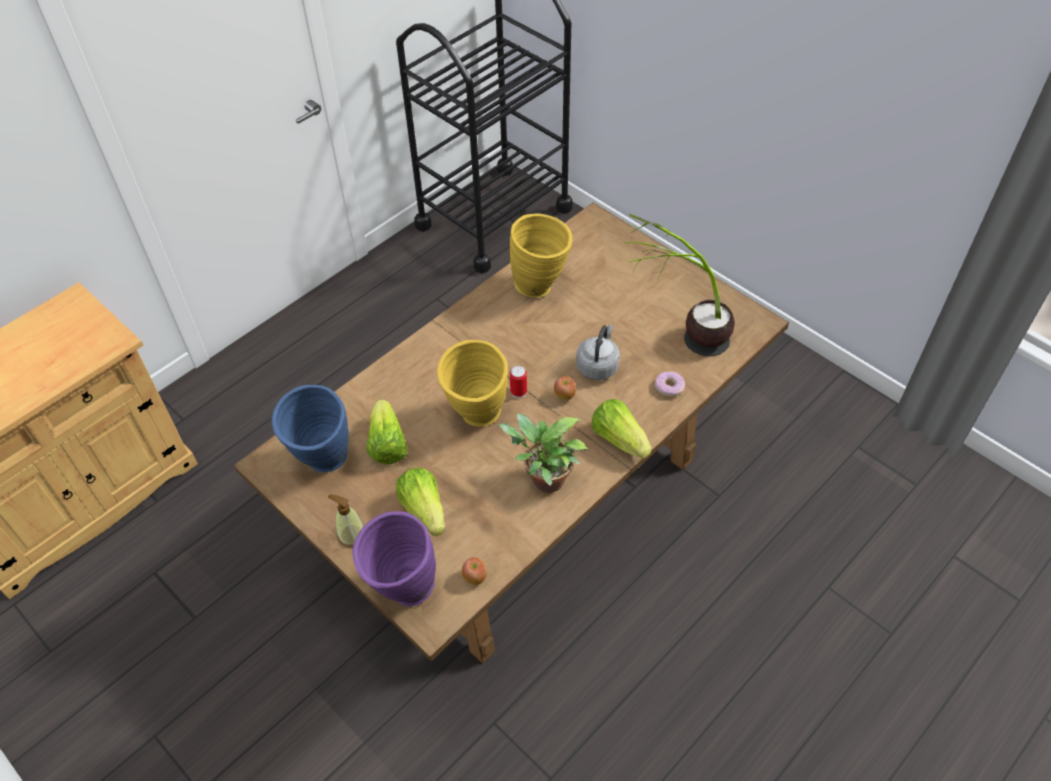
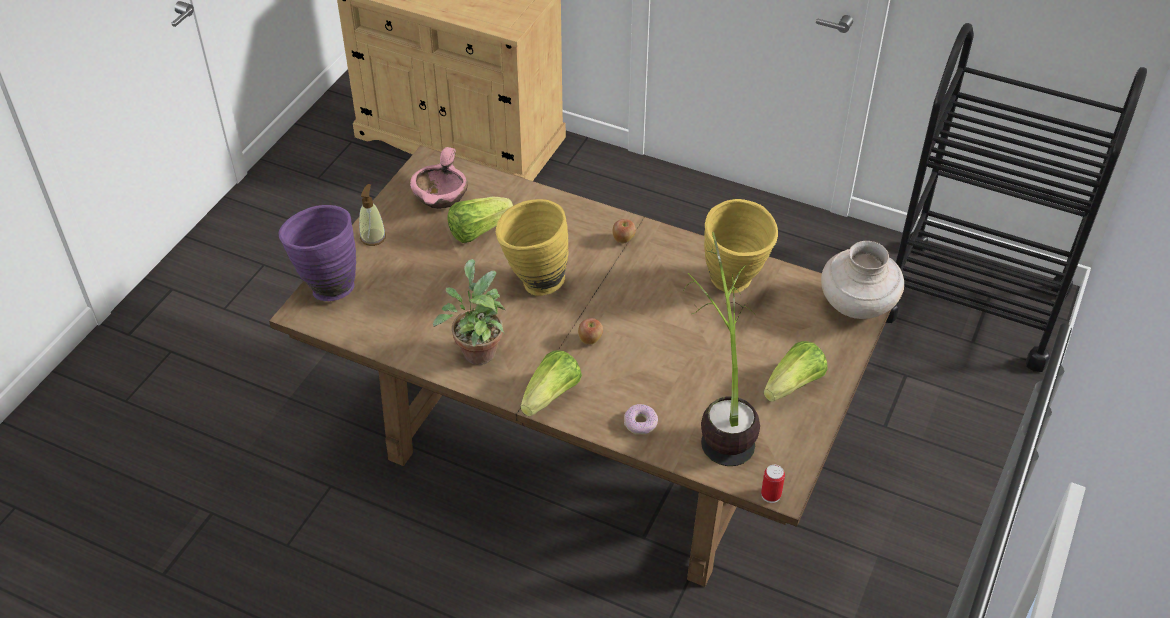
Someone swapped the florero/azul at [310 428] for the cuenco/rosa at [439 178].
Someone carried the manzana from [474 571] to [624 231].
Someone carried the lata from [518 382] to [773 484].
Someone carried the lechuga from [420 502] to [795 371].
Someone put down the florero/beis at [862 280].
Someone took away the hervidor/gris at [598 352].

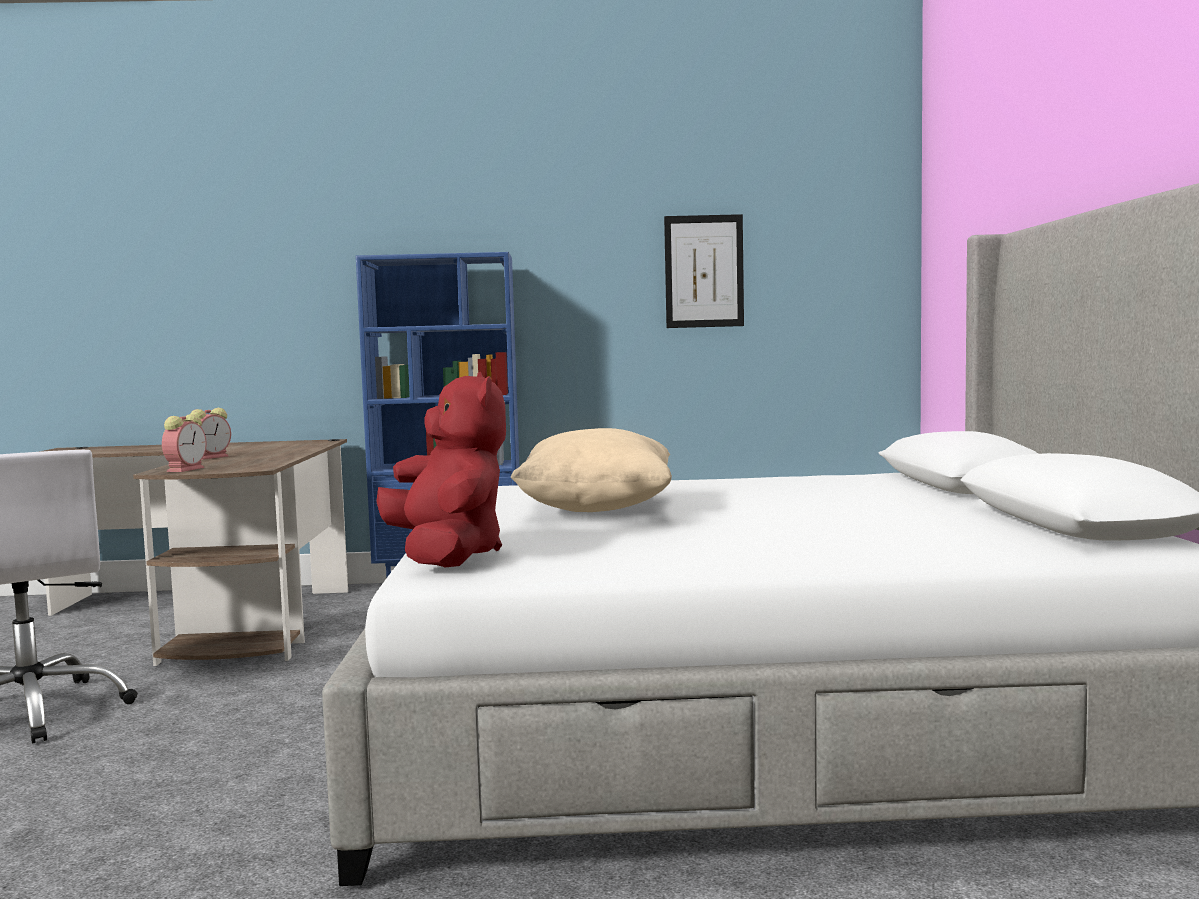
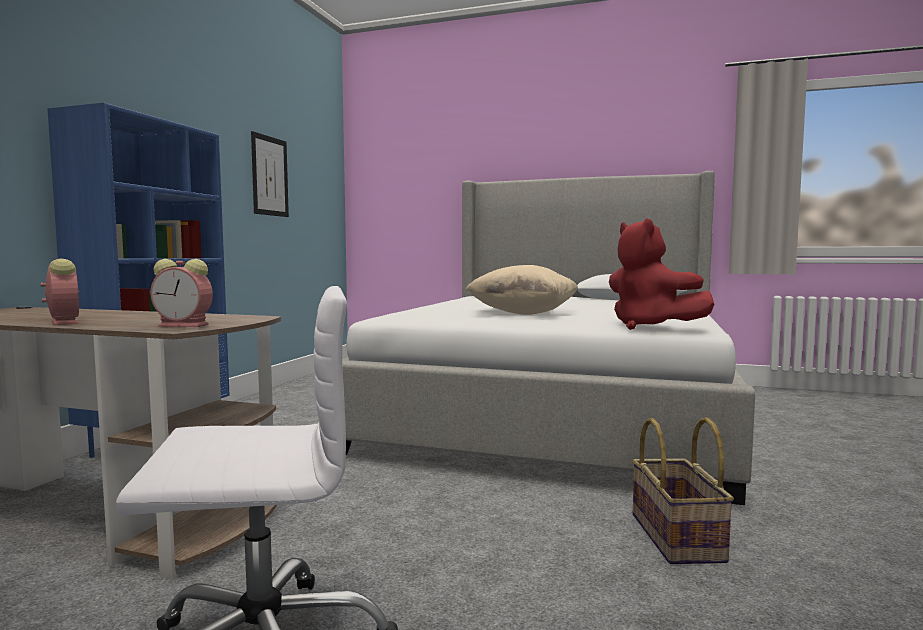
Someone rotated the despertador at [184 443] by 150 degrees clockwise.
Someone rotated the peluche/rojo at [441 469] by 120 degrees counterclockwise.
Someone put down the cesta at [683 490].

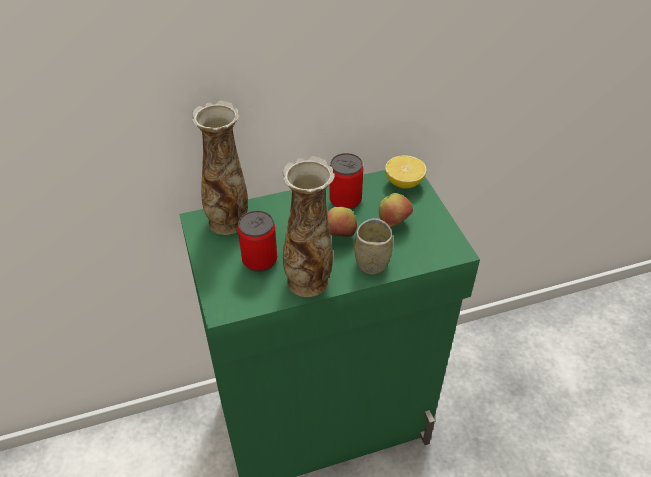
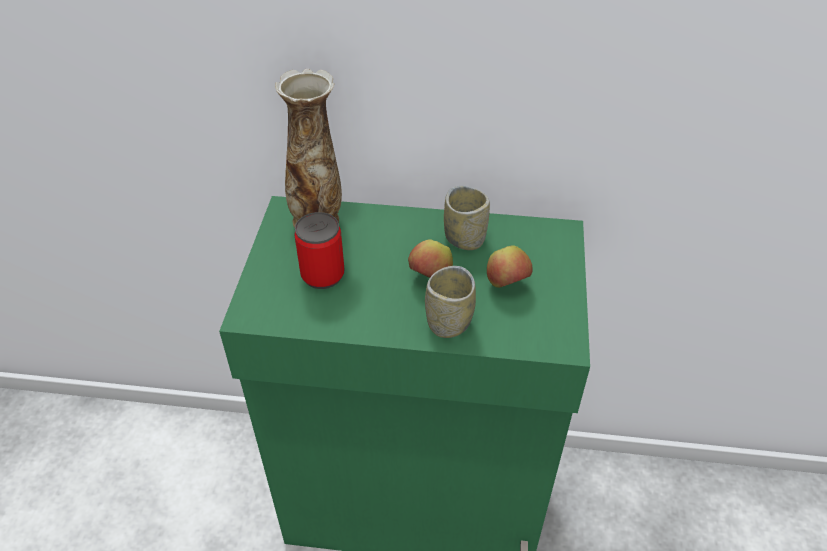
Someone swapped the lata at [346 181] for the taza at [467 218].
Someone took away the florero at [309 226].
Someone took away the limón at [405 172].

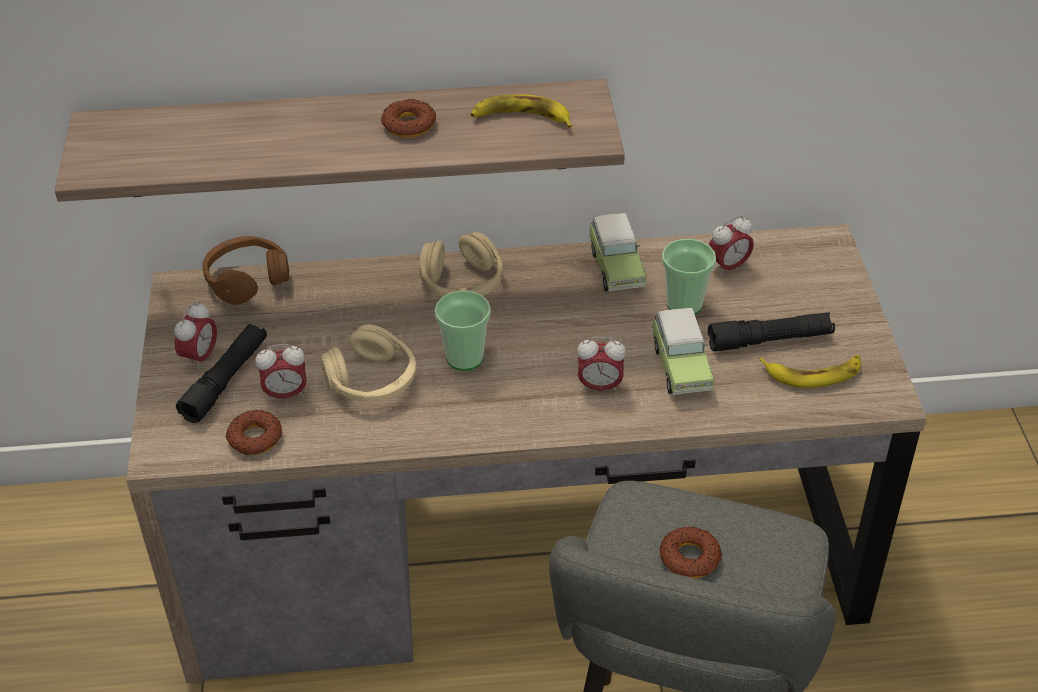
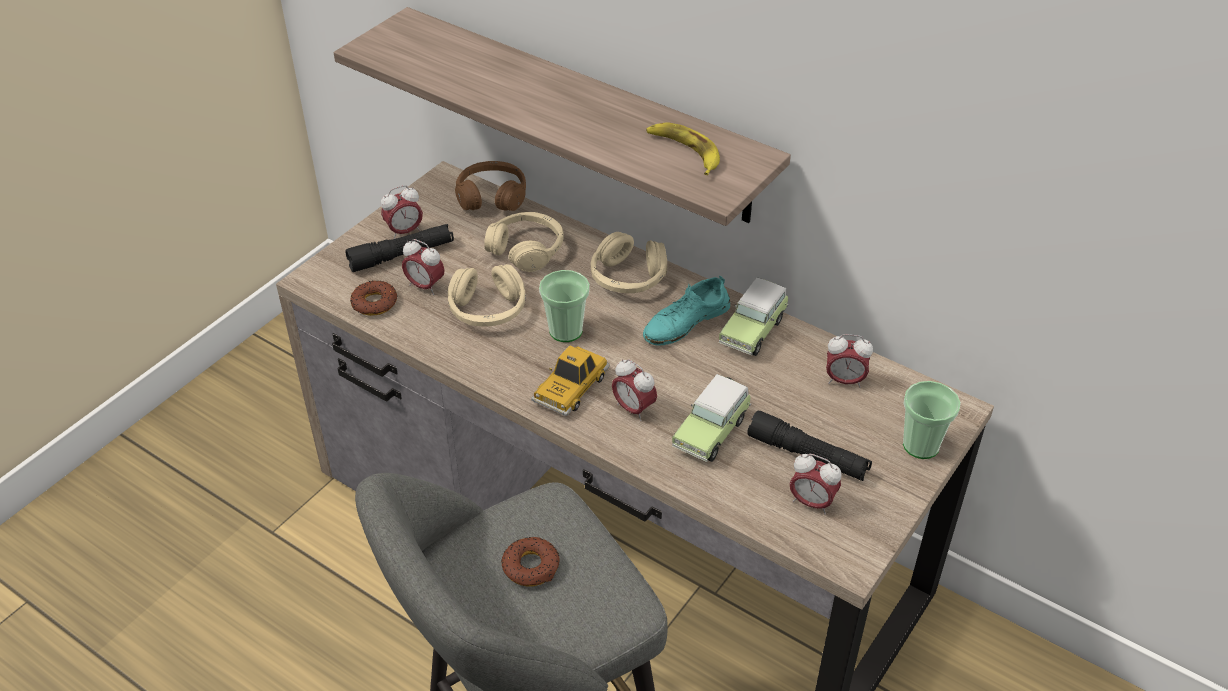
Someone put down the auriculares/beis at [524 242].
Someone put down the coche de juguete at [570 380].
Someone put down the zapato/turquesa at [686 311].
Someone swapped the plátano at [810 371] for the despertador at [815 484].
Someone carried the taza from [689 276] to [932 420].
Someone took away the rosquilla at [408 118].

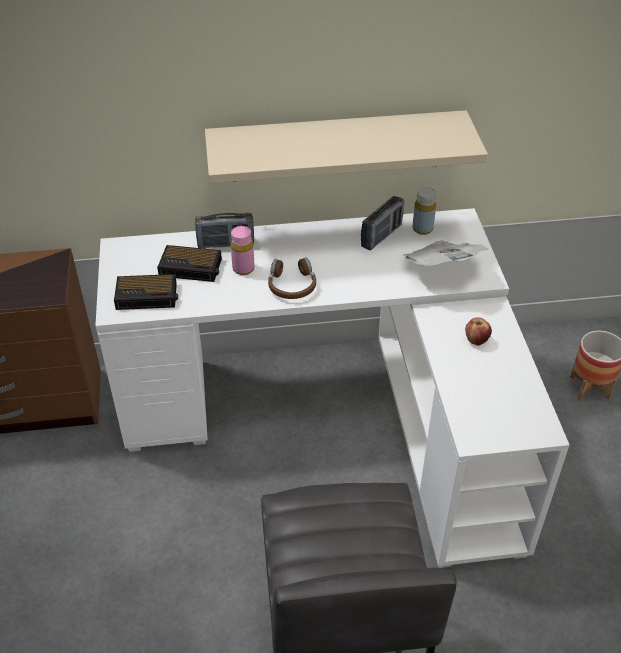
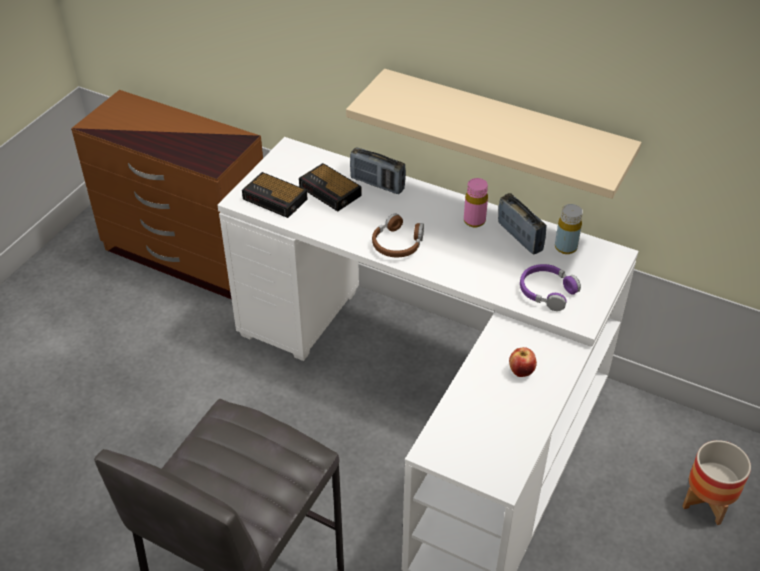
Someone carried the botella/rosa from [243 250] to [476 202].
Someone rotated the radio at [382 223] by 105 degrees counterclockwise.
Someone swapped the periódico at [446 253] for the auriculares/morado at [550 287].

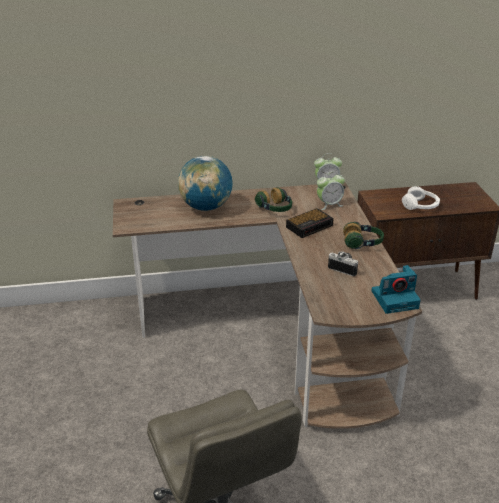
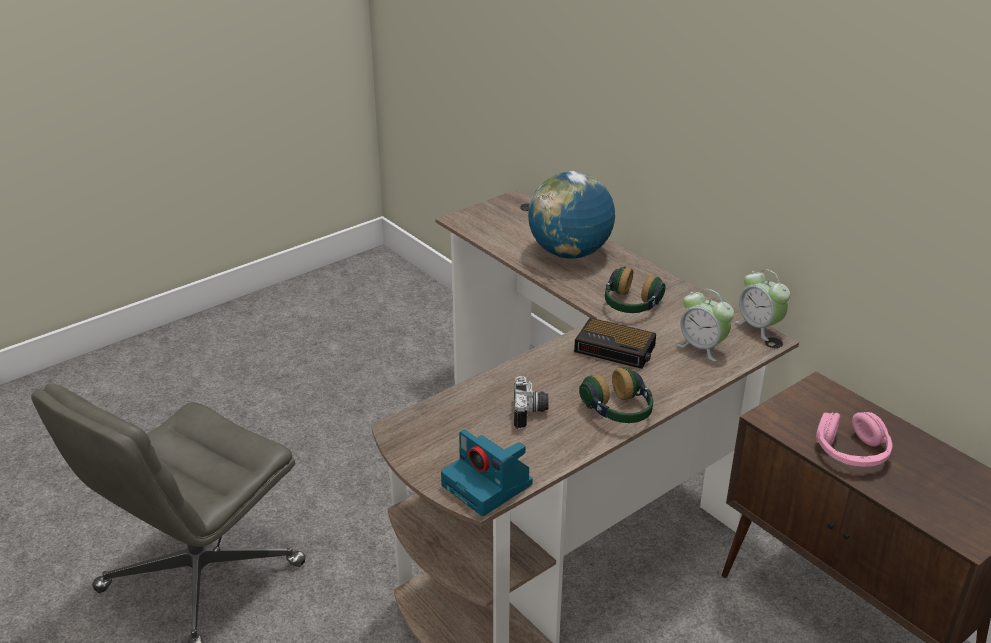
Someone repainted the auriculares/blanco at [421 198], which became the auriculares/rosa at [854 439].

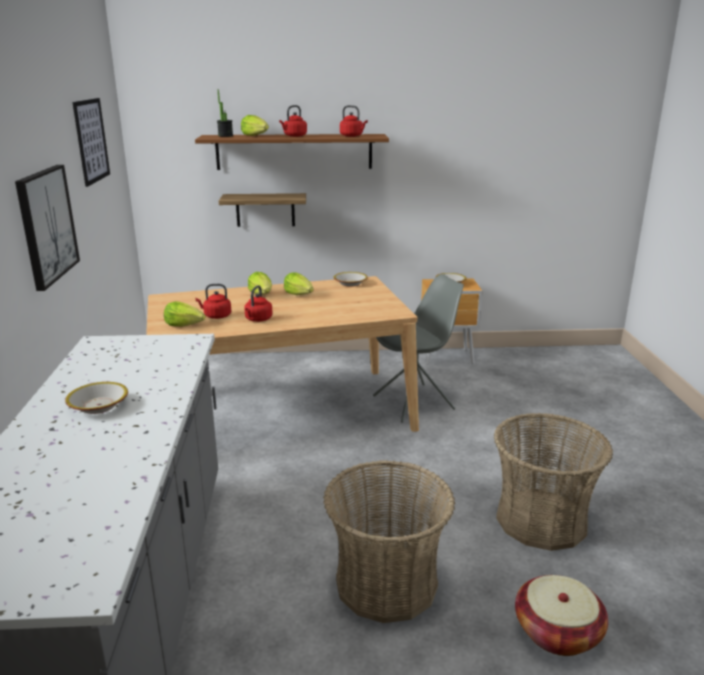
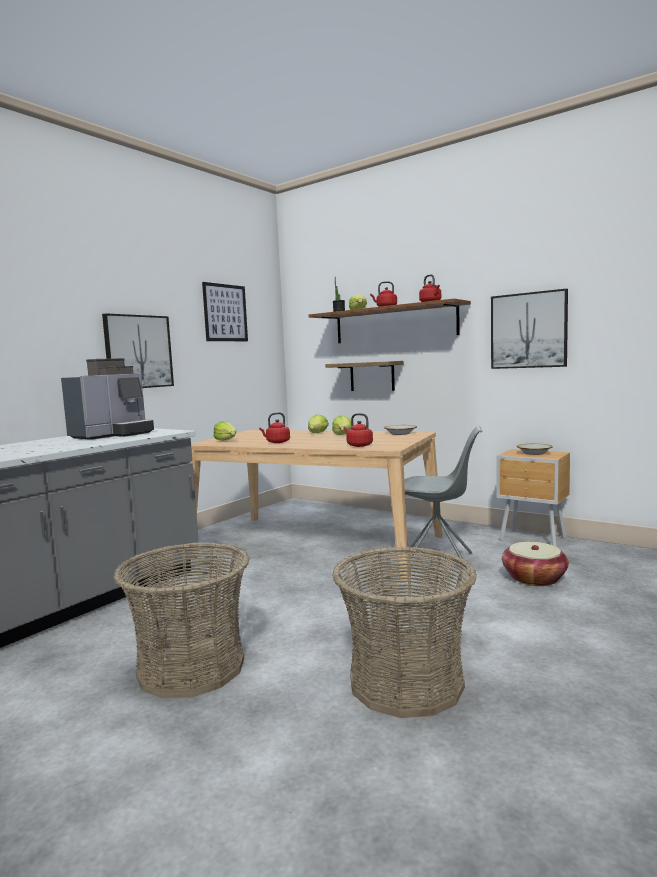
Someone put down the cafetera at [107 399].
Someone carried the hervidor/rojo from [213 301] to [358 430].
Someone put up the cuadro at [529 329].
Someone carried the cesta from [561 615] to [535 564].
Someone took away the cuenco at [96 398].

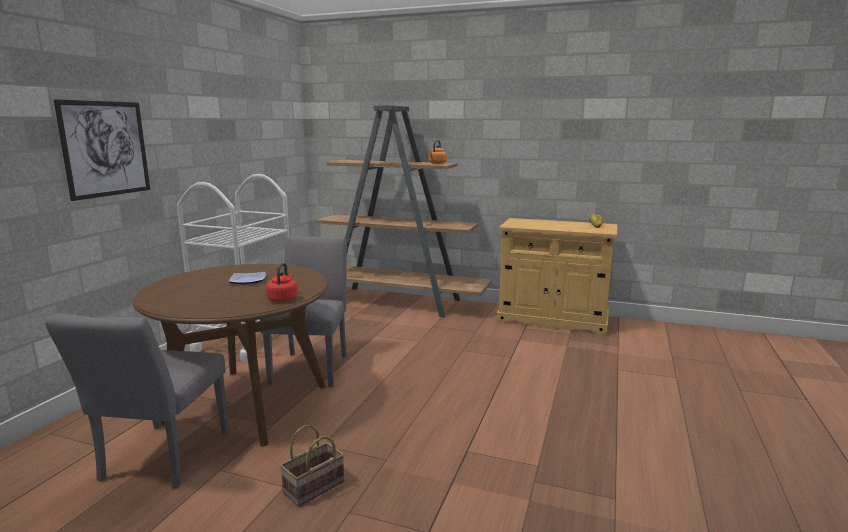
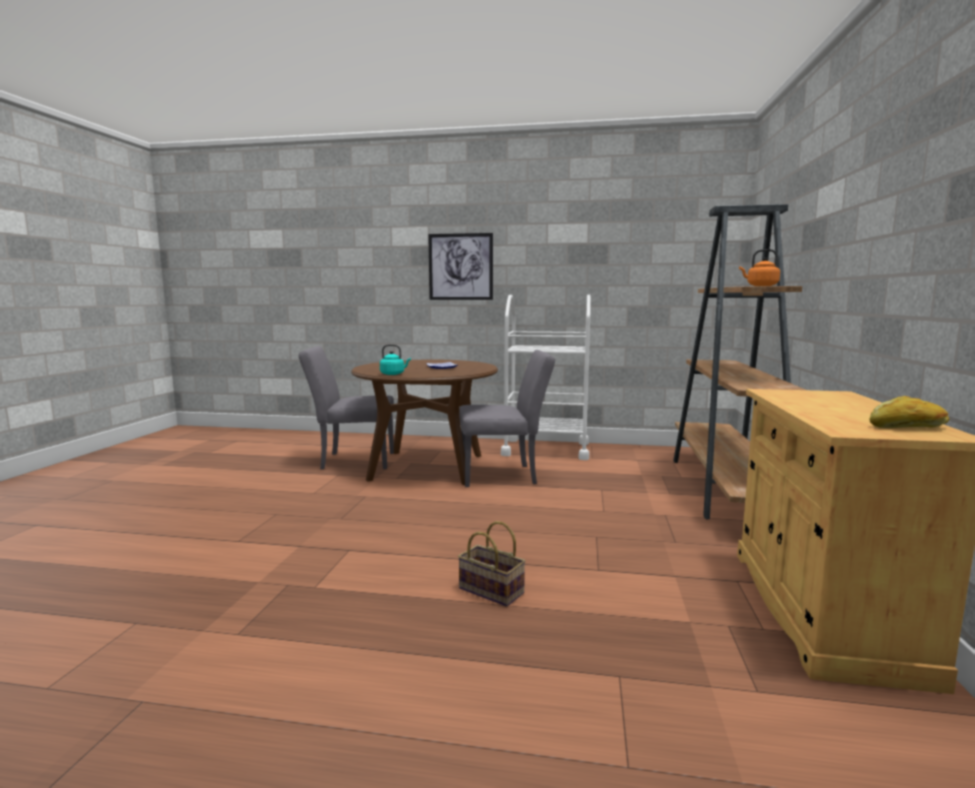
Someone repainted the hervidor/rojo at [282 282], which became the hervidor/turquesa at [395 359].
Someone carried the cesta from [312 466] to [492 564].

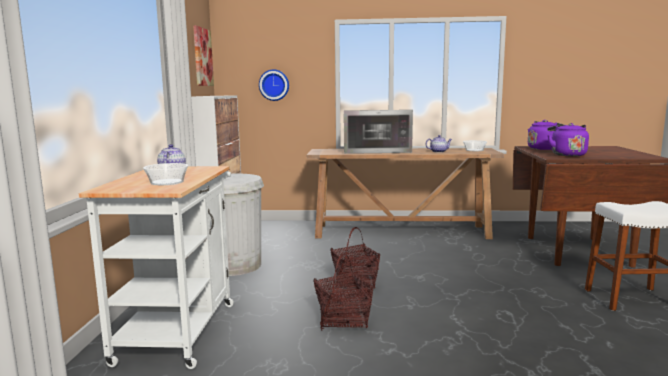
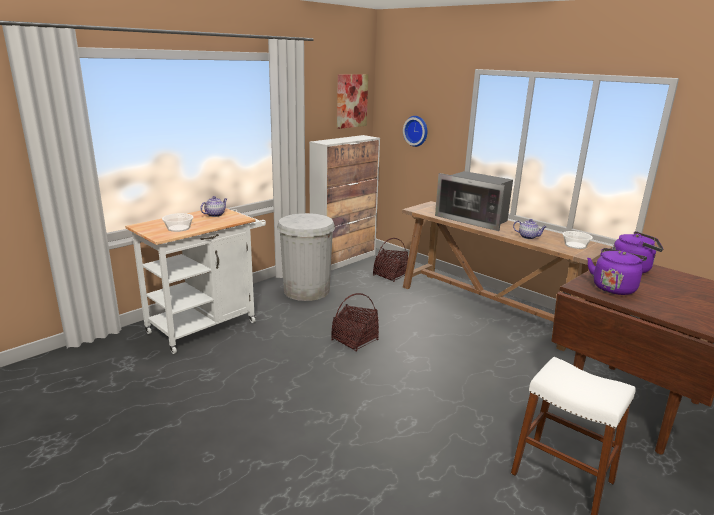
Someone carried the cesta from [343 292] to [390 260].

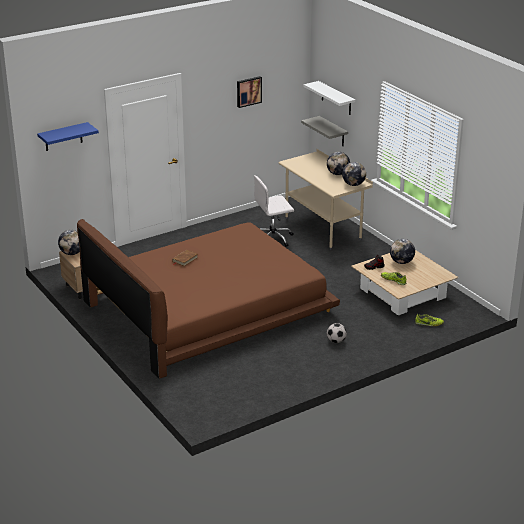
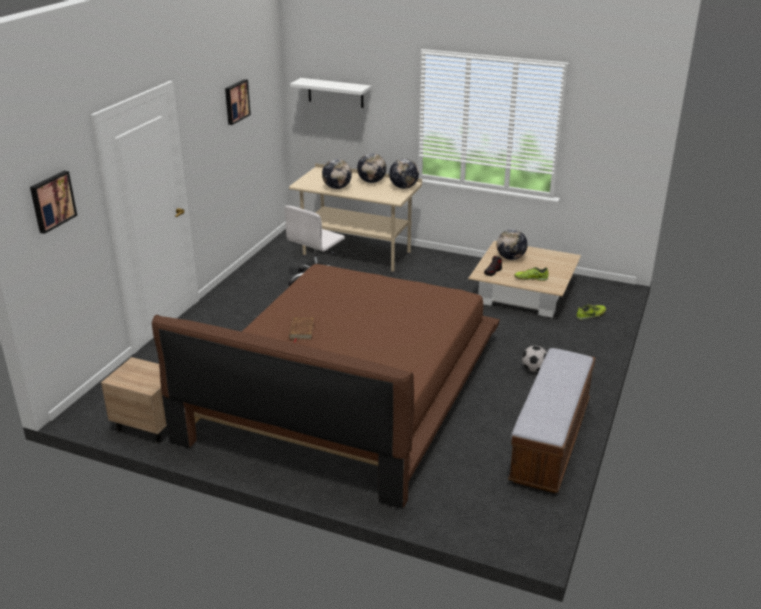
Someone swapped the estante/azul at [68 136] for the cuadro at [53 202].
Someone carried the globo terráqueo from [69 242] to [337 174].
Someone put down the banco at [552 420].
Someone took away the estante/gris at [324 131].

